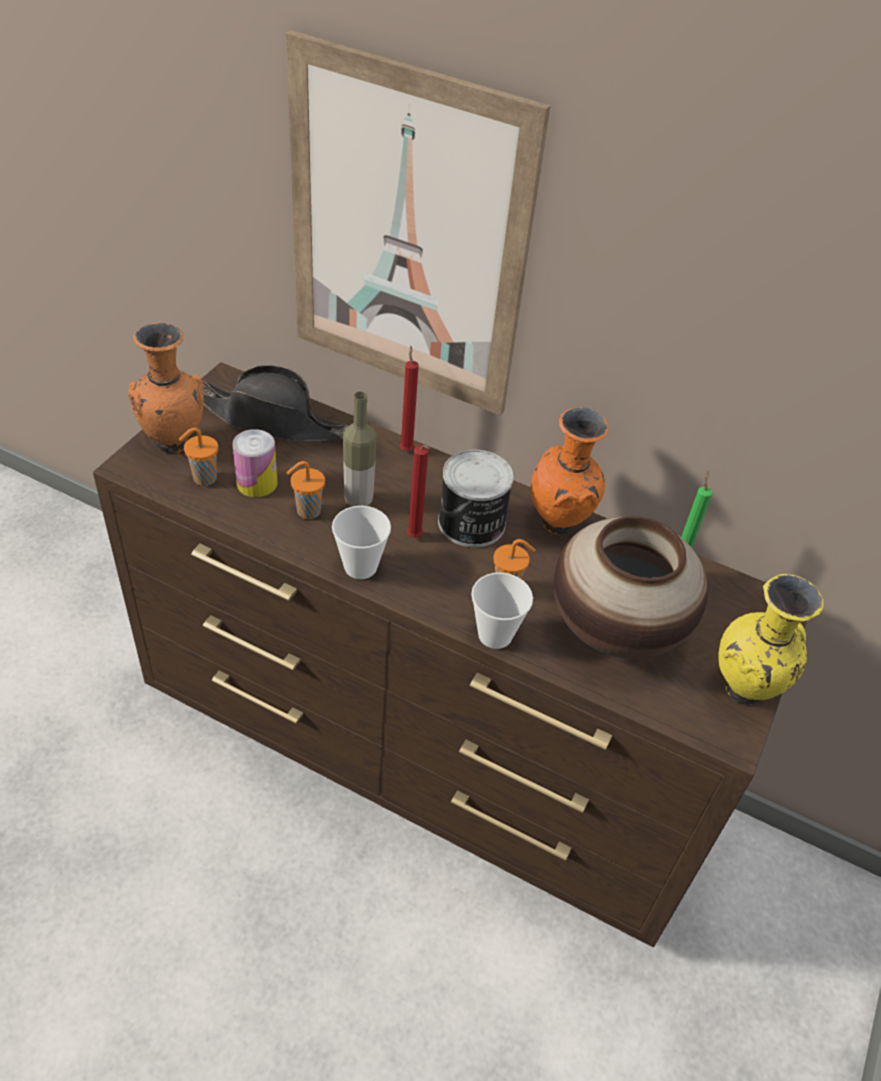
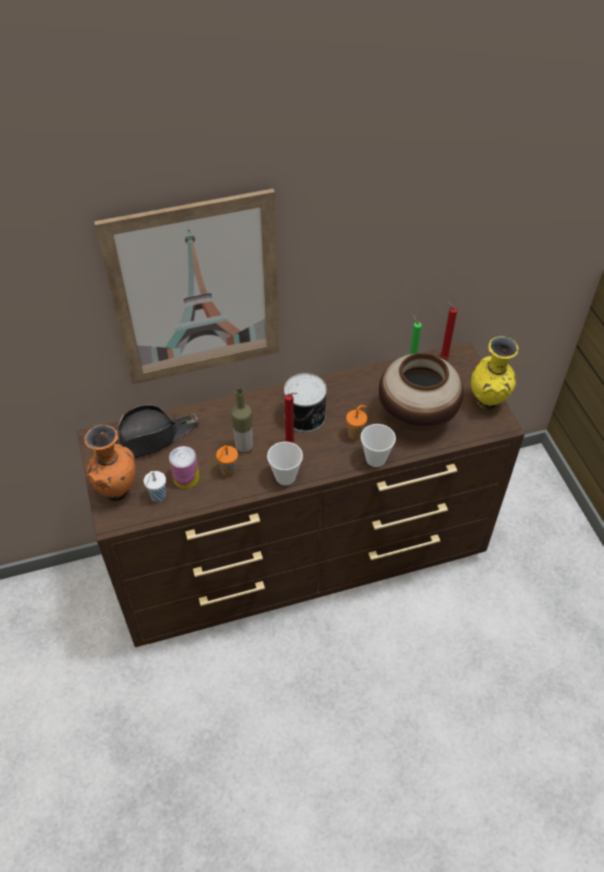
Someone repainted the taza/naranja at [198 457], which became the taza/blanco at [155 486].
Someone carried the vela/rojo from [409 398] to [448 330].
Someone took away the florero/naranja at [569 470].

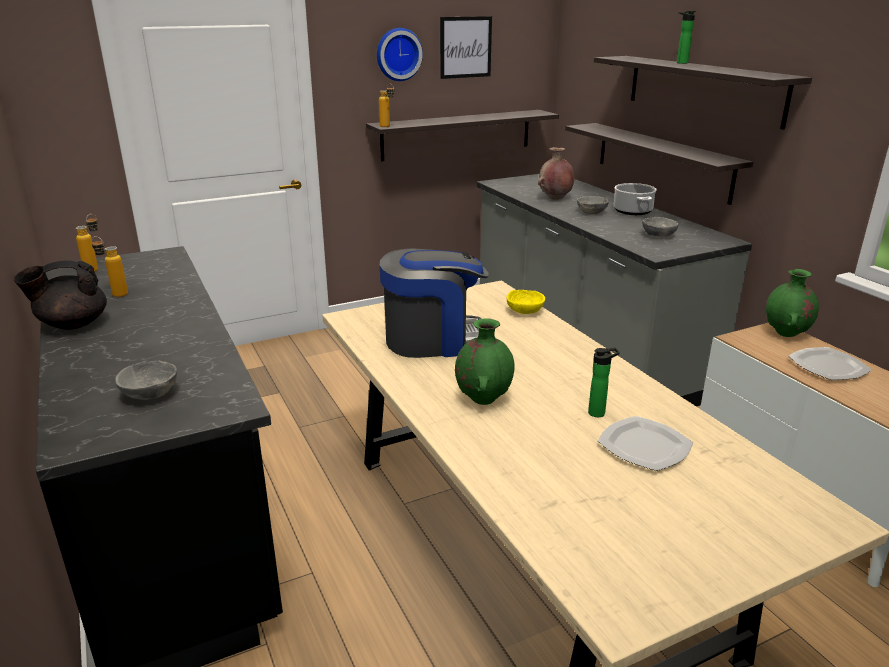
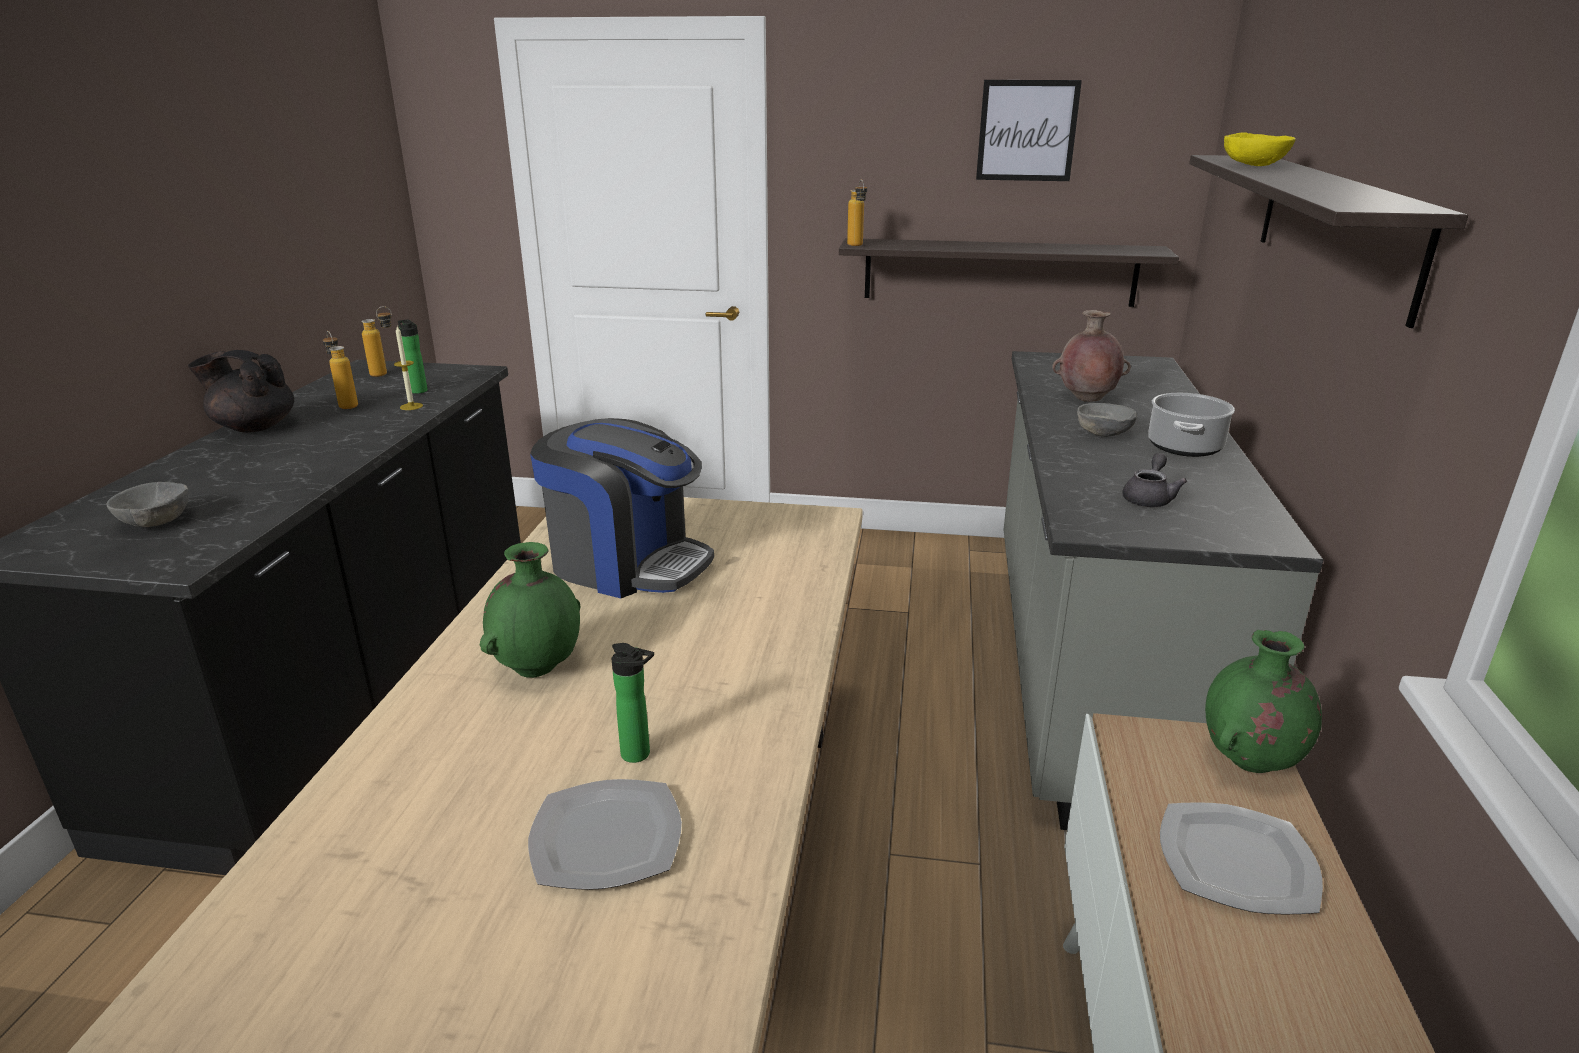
Someone put down the vela at [408 368].
Someone carried the botella from [686 37] to [413 356].
Someone swapped the cuenco/gris at [660 227] for the tetera/gris at [1155 480].
Someone carried the cuenco/amarillo from [525 302] to [1260 149].
Someone took away the reloj de pared at [400 54].
Someone took away the estante at [659 164].

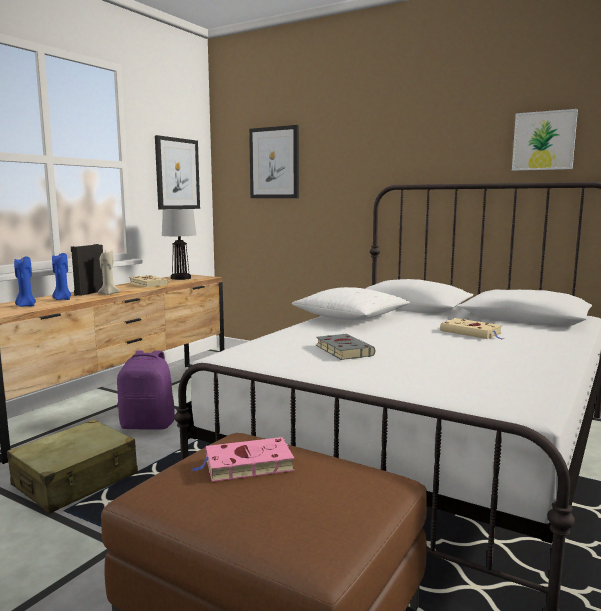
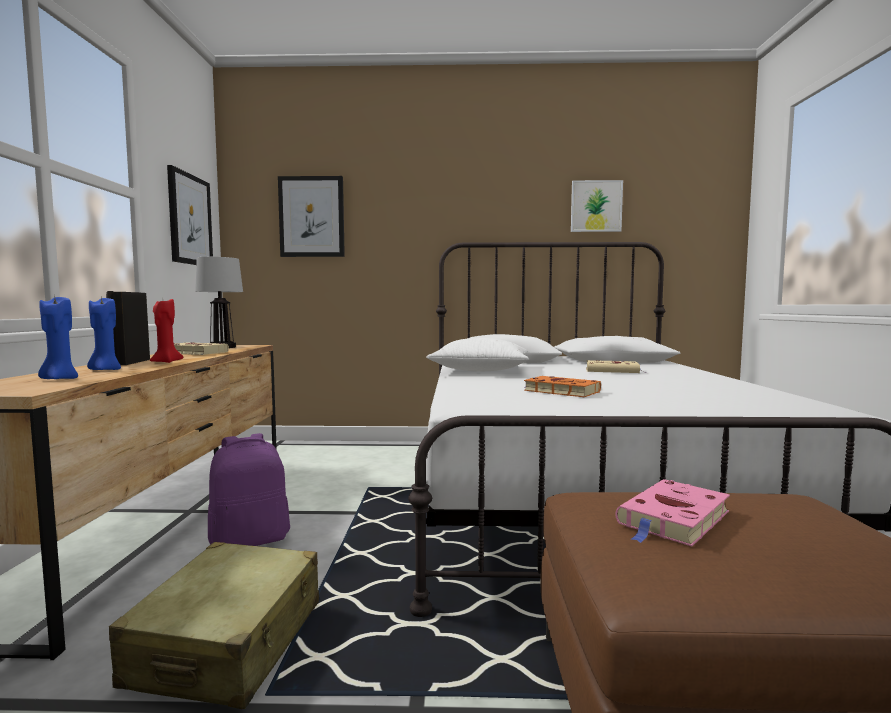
Someone repainted the vela/beis at [108 273], which became the vela/rojo at [166 331].
Someone repainted the libro/gris at [345 347], which became the libro/naranja at [562 386].

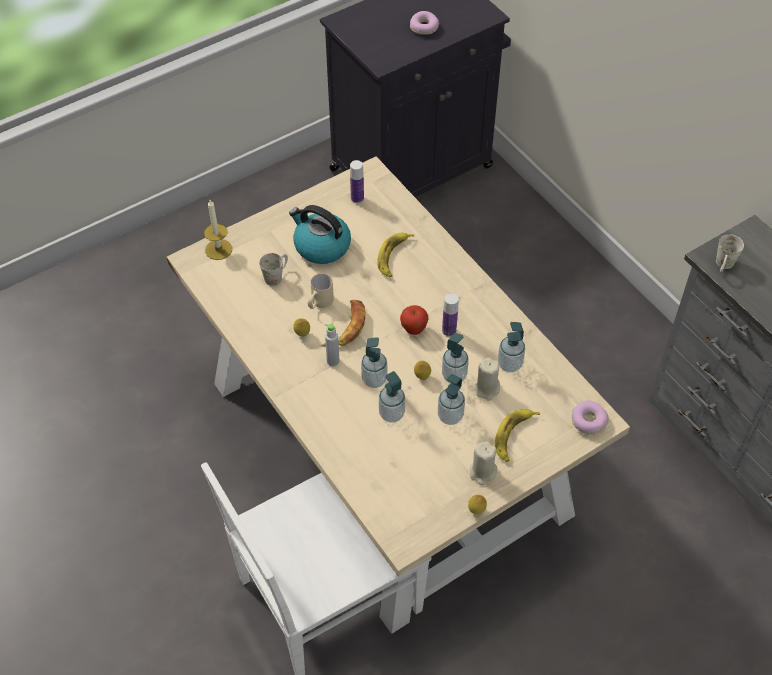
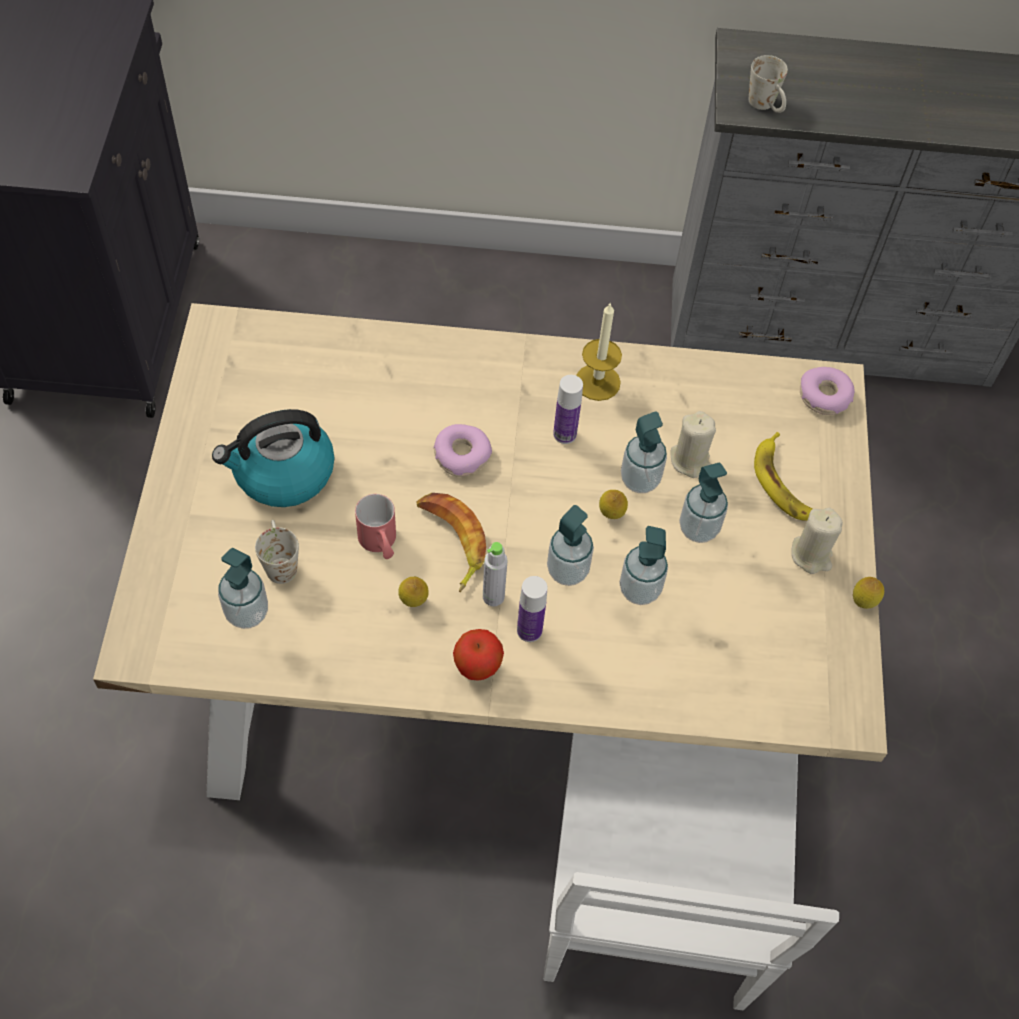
Someone carried the dispensador de jabón from [511 347] to [243 588].
Someone repainted the taza grande/beis at [320 291], which became the taza grande/rojo at [375 526].
Someone carried the rosquilla from [424 23] to [462 450].
Someone carried the manzana from [414 320] to [478 655].
Someone carried the botella from [357 181] to [532 609].
Someone carried the vela from [218 230] to [599 351].
Someone took away the plátano at [395 255].

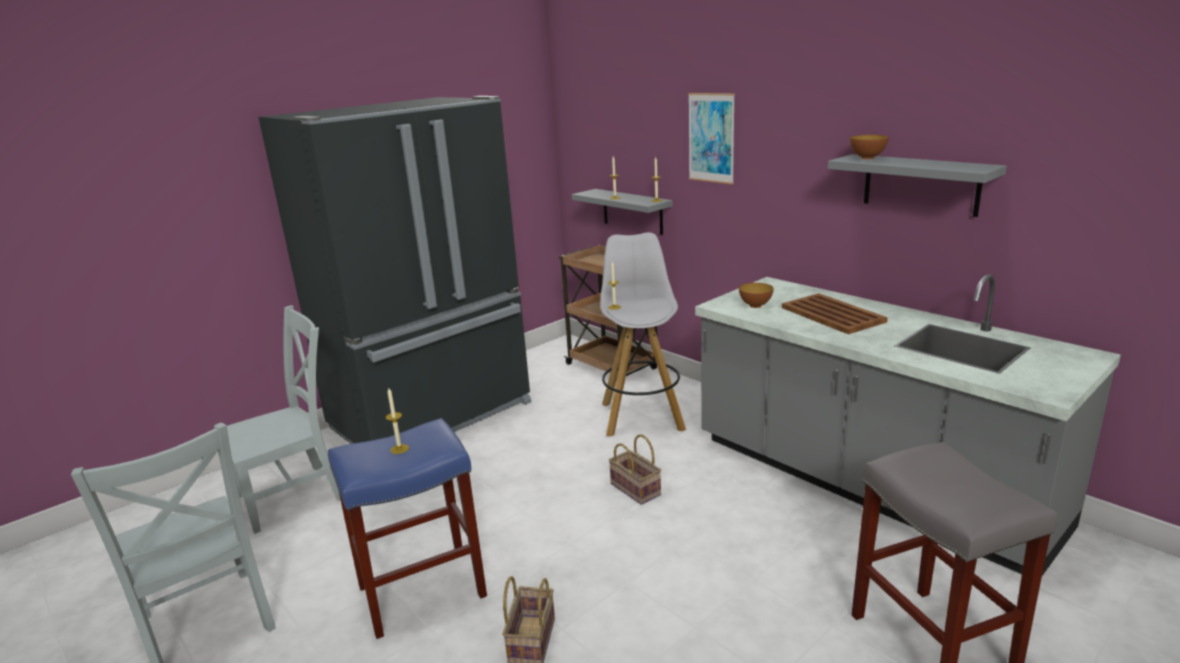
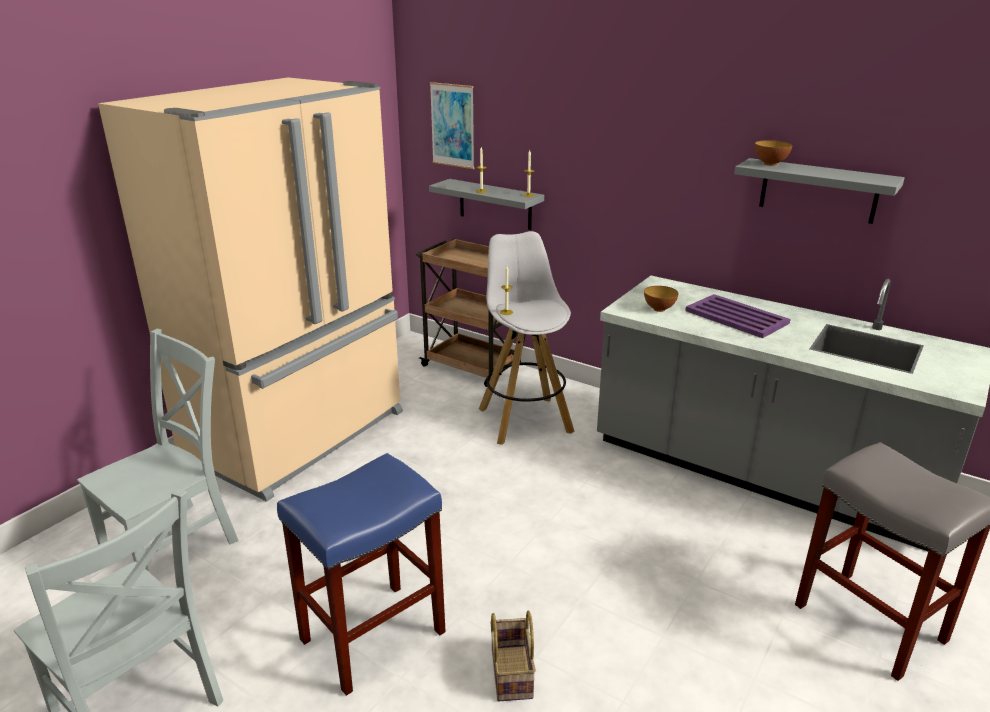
Someone repainted the nevera/negro at [394 270], which became the nevera/beis at [250 289].
Someone carried the cuadro from [711 138] to [452 125].
Someone repainted the bandeja/marrón at [835 313], which became the bandeja/morado at [738 316].
Someone took away the vela at [397 421].
Someone took away the cesta at [635 469].

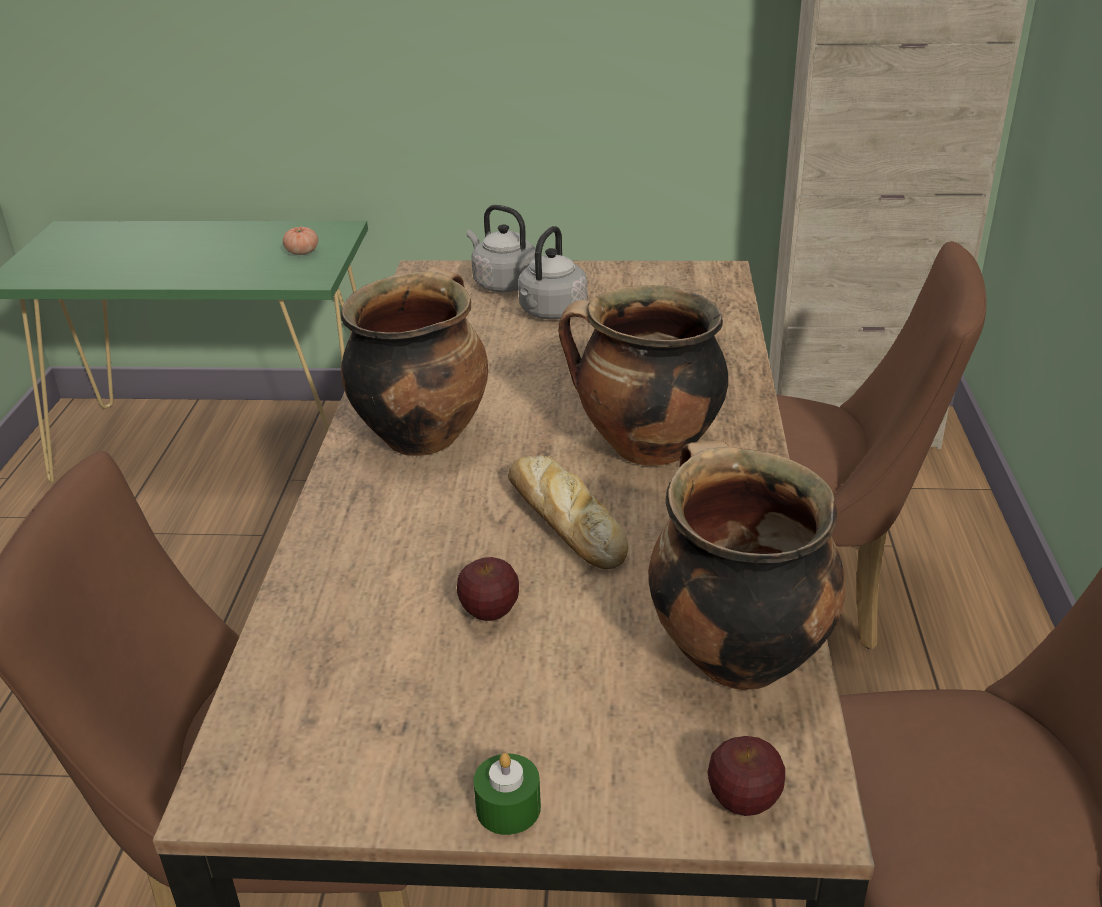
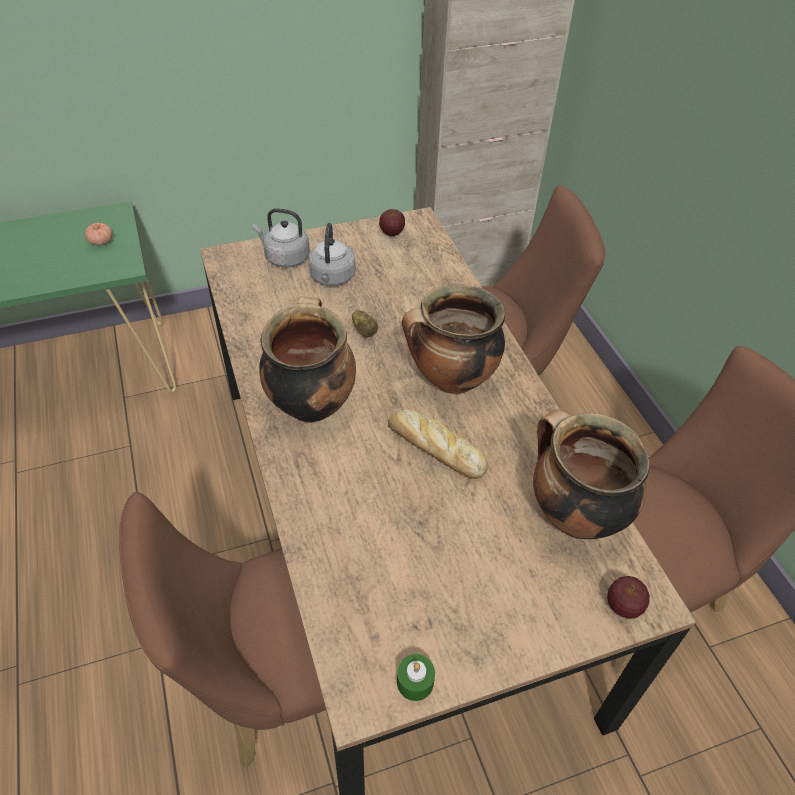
Someone put down the patata at [365 324].
Someone carried the manzana from [488 589] to [392 222].
Someone carried the vela/verde from [507 794] to [416 677].

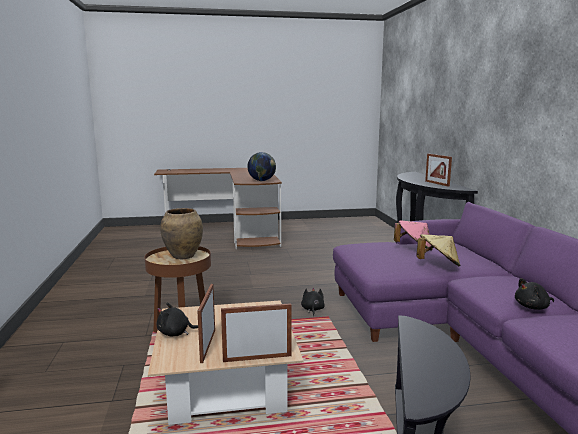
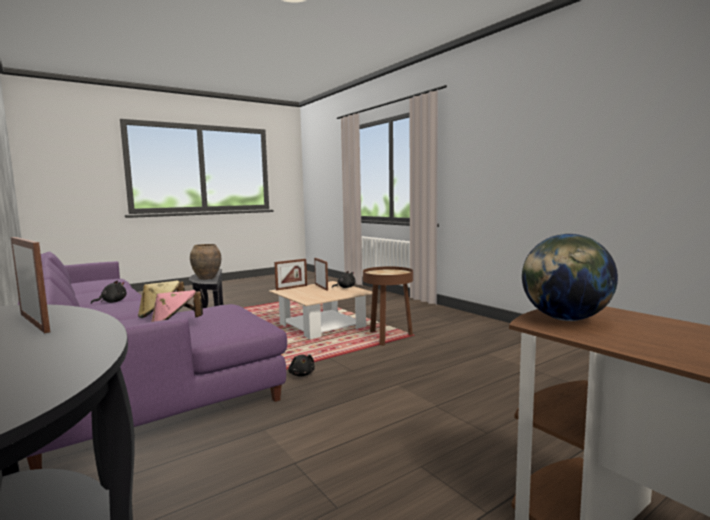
Someone carried the florero/marrón from [181 233] to [205 262].

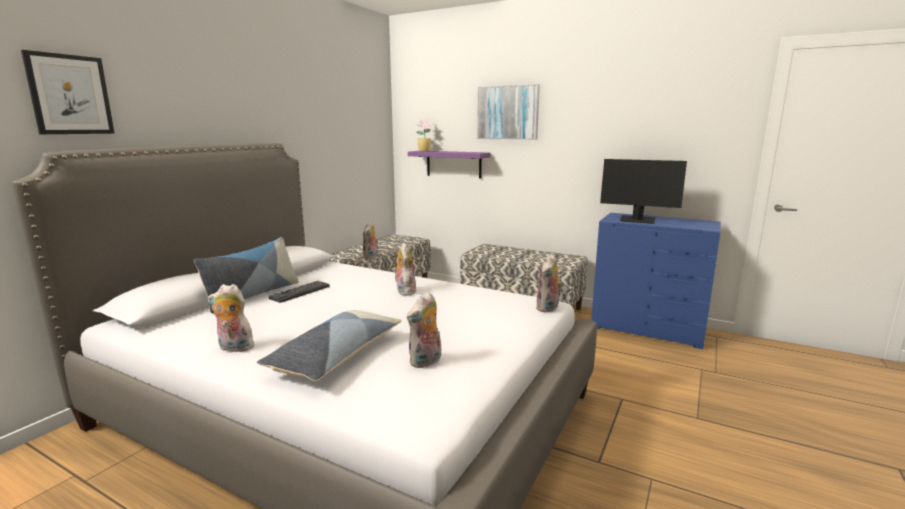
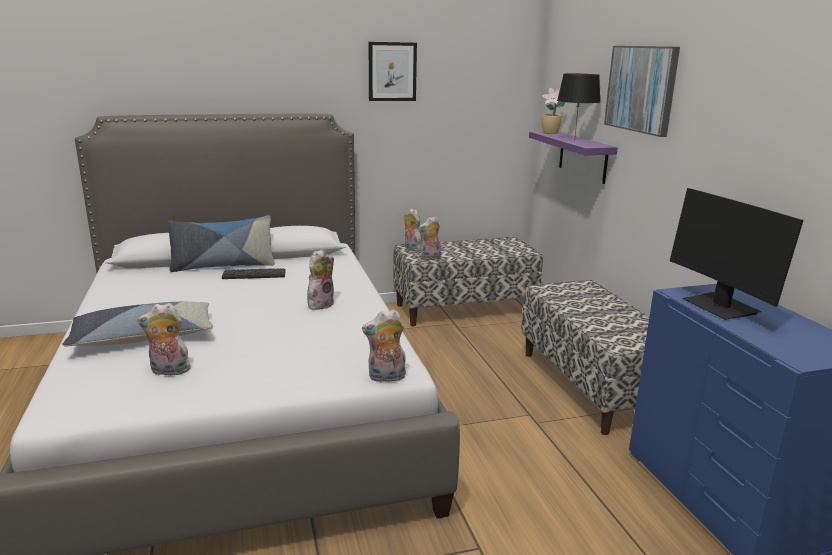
Someone carried the cuadro from [68 92] to [393 71].
Someone carried the peluche from [231 319] to [413 230].
Someone put down the lámpara de mesa/negro at [578 106].

